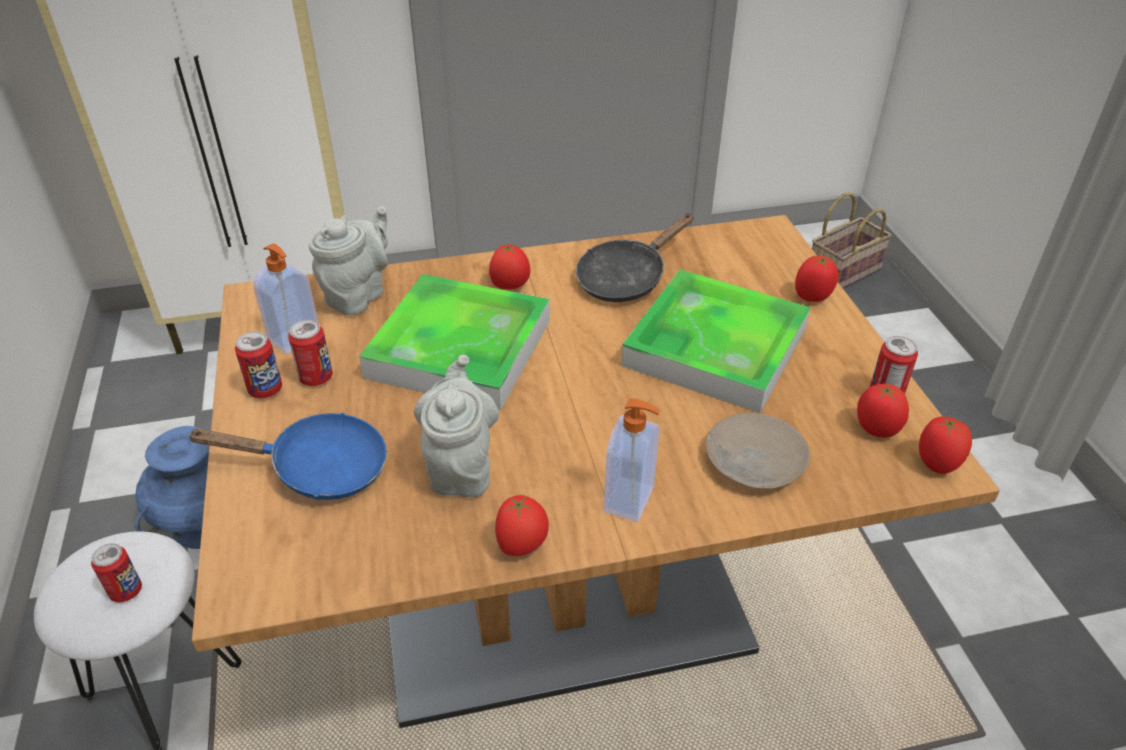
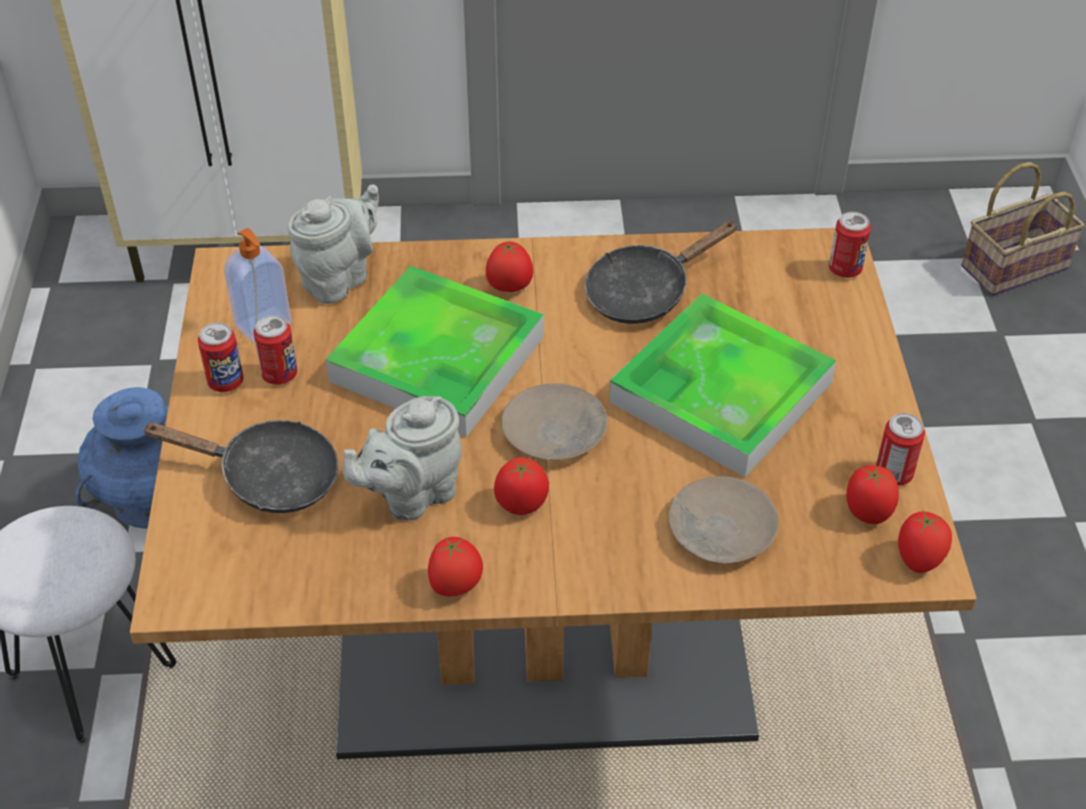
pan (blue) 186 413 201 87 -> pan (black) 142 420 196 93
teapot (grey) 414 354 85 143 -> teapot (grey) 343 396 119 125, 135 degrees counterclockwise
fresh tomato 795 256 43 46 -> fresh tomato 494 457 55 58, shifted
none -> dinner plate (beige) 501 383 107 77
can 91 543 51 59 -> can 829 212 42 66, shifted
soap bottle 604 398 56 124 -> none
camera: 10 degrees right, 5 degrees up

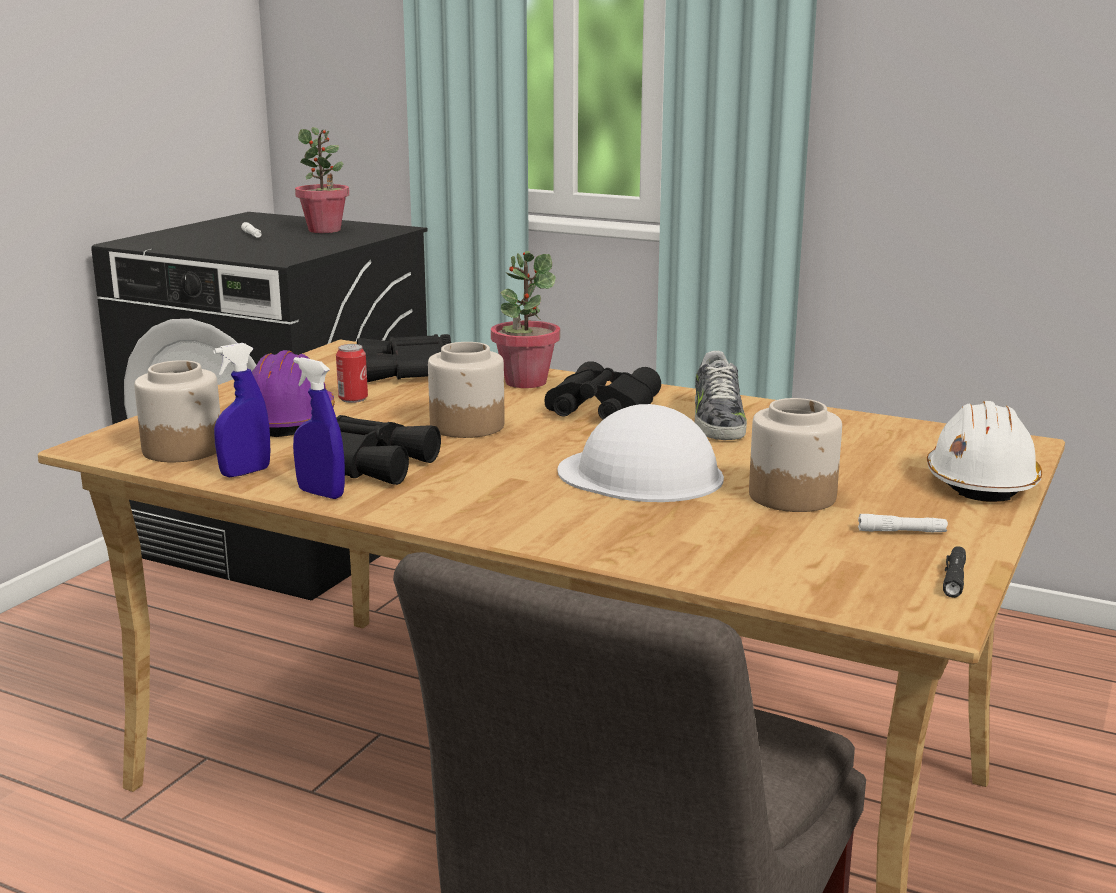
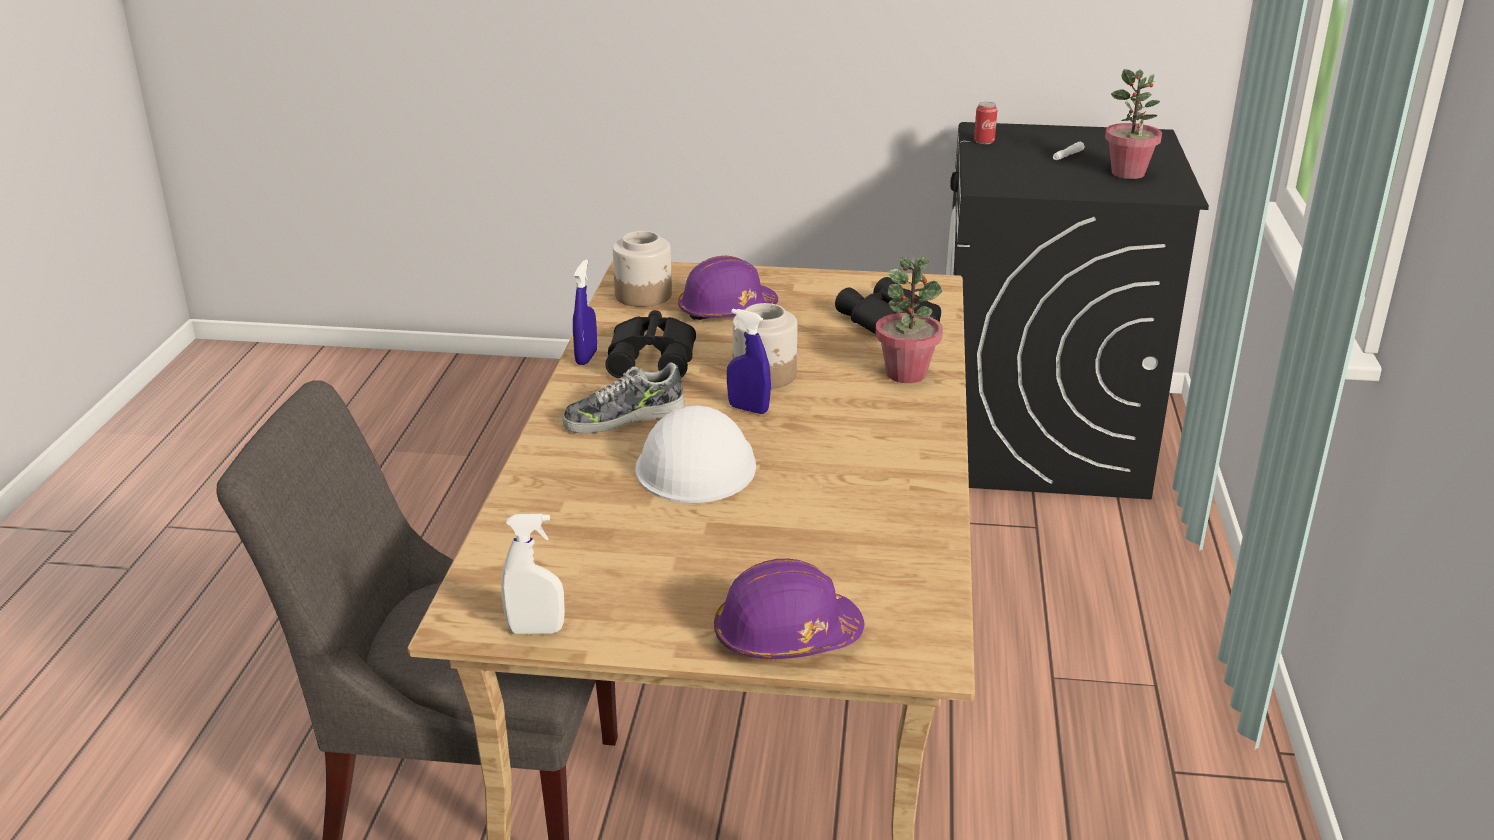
hand torch (black) 943 547 23 51 -> spray bottle (white-coloured) 501 514 64 120
shoe 694 351 53 89 -> shoe 562 362 123 72, shifted
work helmet (white-coloured) 927 401 115 101 -> work helmet (purple) 714 559 150 100
spray bottle (blue) 213 343 57 135 -> spray bottle (blue) 727 309 44 105, shifted
can 336 344 32 59 -> can 974 102 23 42, shifted
binoculars (black) 545 361 116 59 -> none
preserve jar 749 398 93 114 -> none
hand torch (white-coloured) 858 514 90 18 -> none
camera: 70 degrees right, 10 degrees up

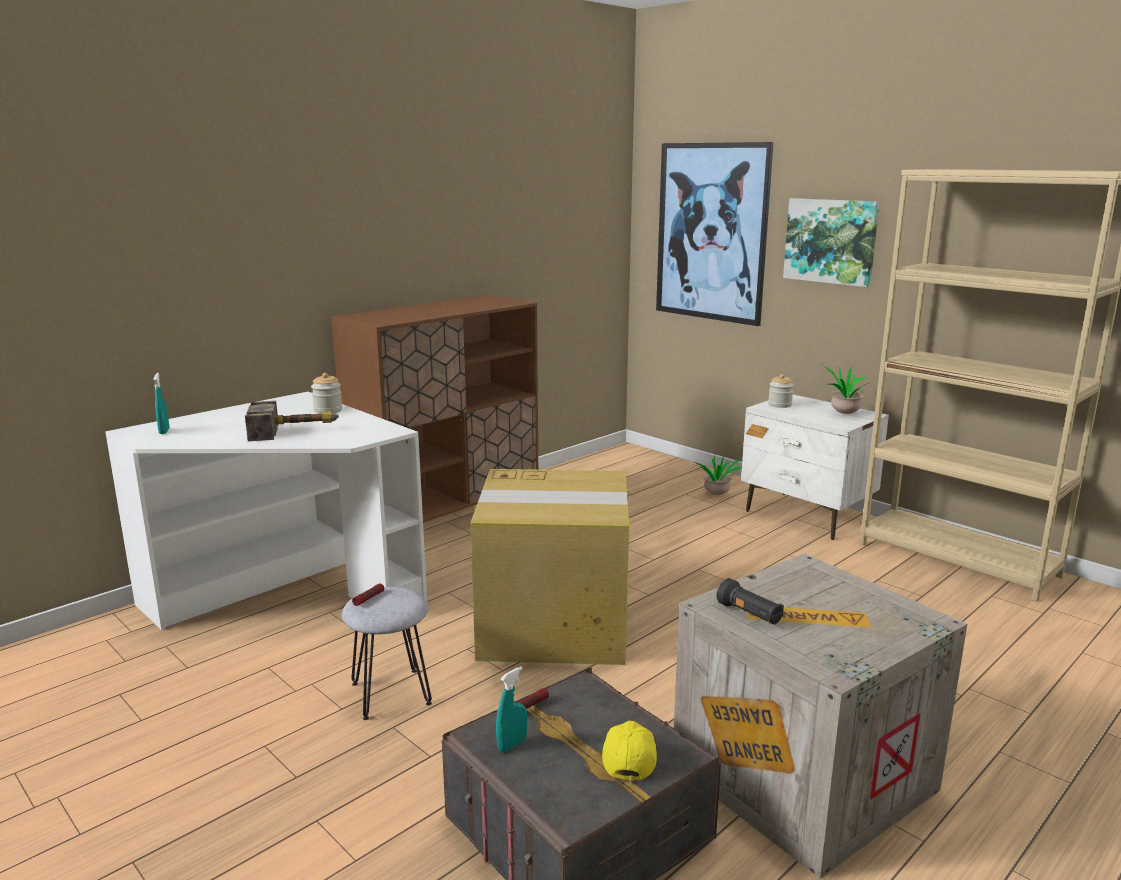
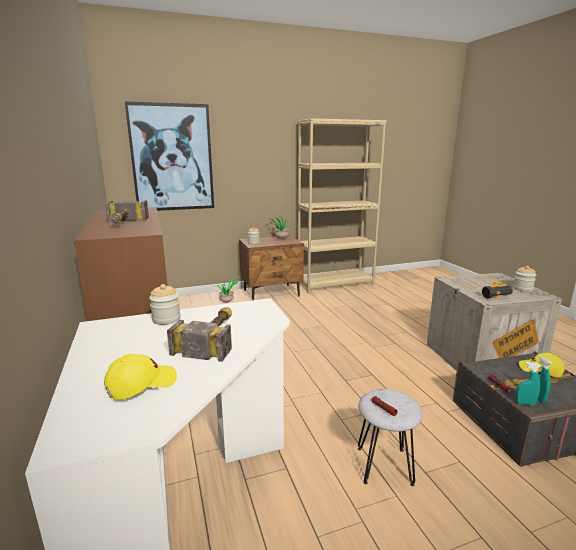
none -> cap (yellow-coloured) 104 354 73 46
none -> tool hammer 105 200 44 24
bedside table (white-coloured) 741 395 148 145 -> bedside table (brown) 239 235 65 65
none -> preserve jar 513 266 23 26
spray bottle (turquoise) 153 373 16 61 -> spray bottle (turquoise) 515 362 26 43, shifted
cardboard box 470 469 159 196 -> none
wall art 783 198 97 89 -> none
camera: 65 degrees left, 0 degrees up

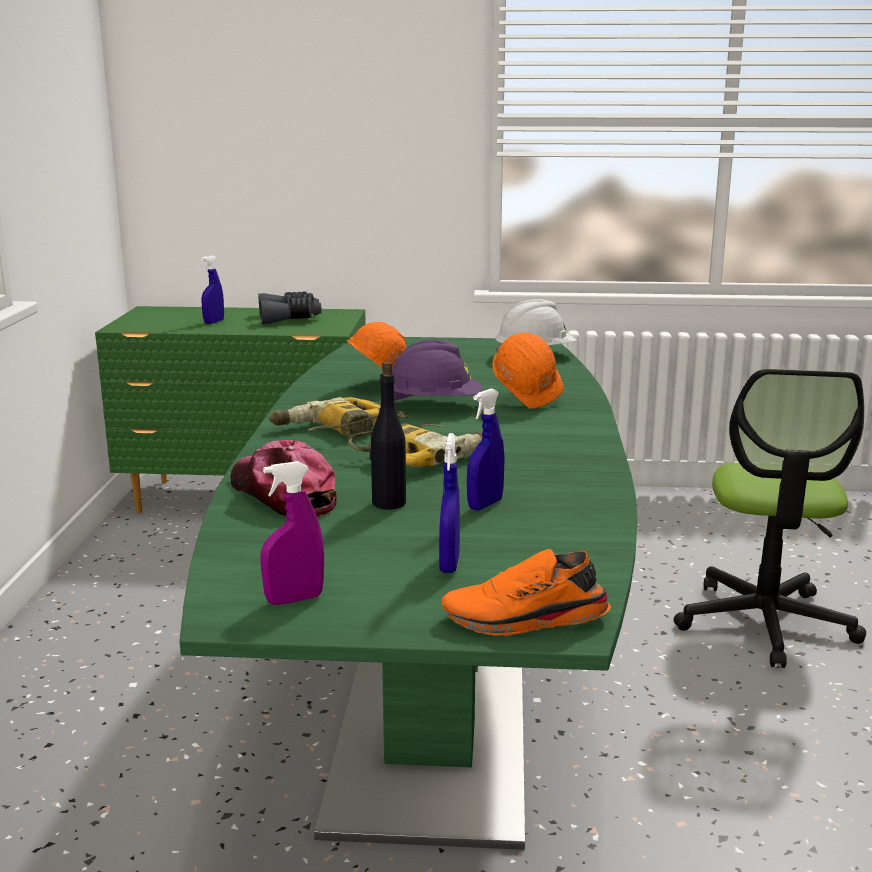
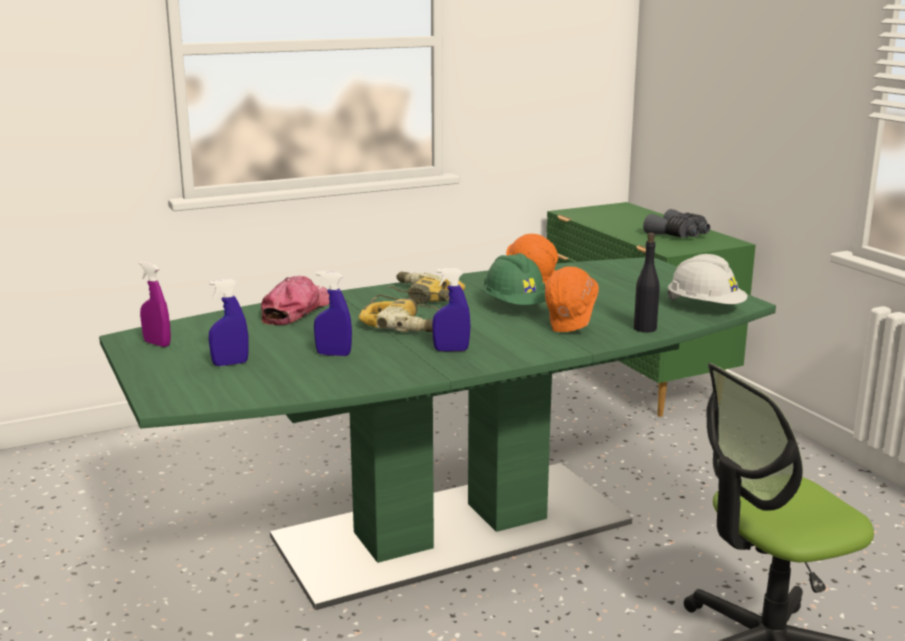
spray bottle (blue) 201 255 23 69 -> spray bottle (blue) 432 268 38 84, shifted
work helmet (purple) 392 340 90 62 -> work helmet (green-coloured) 483 253 63 52
drink bottle (black) 370 362 36 148 -> drink bottle (black) 634 233 26 100, shifted
shoe (orangey) 441 549 170 87 -> none
camera: 60 degrees right, 0 degrees up

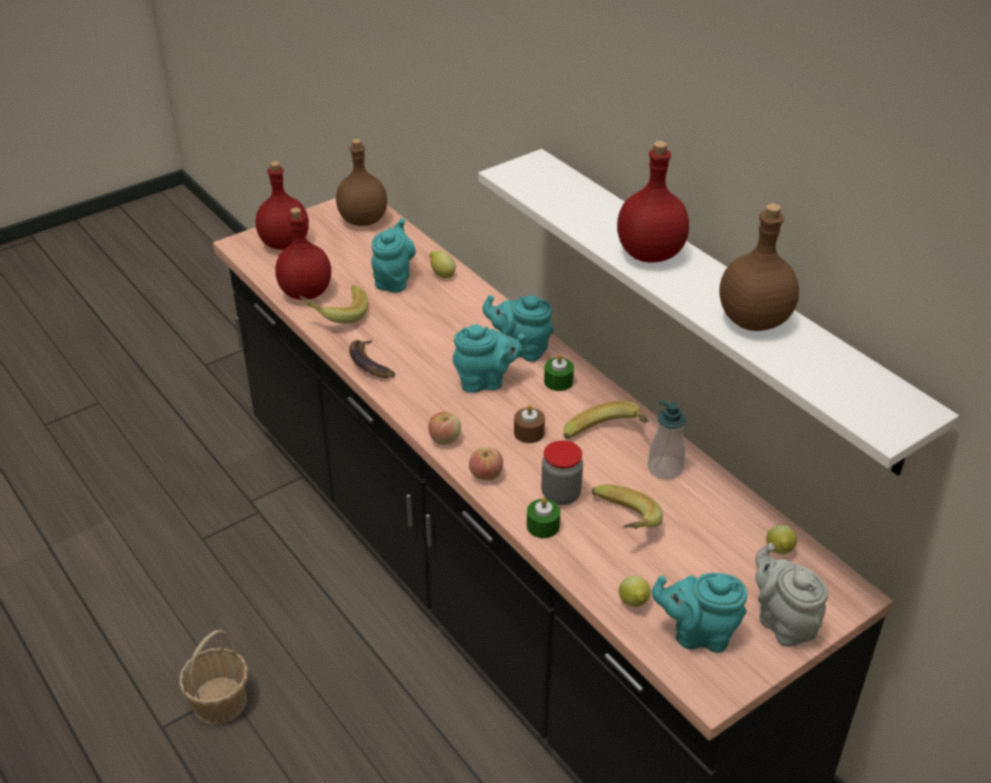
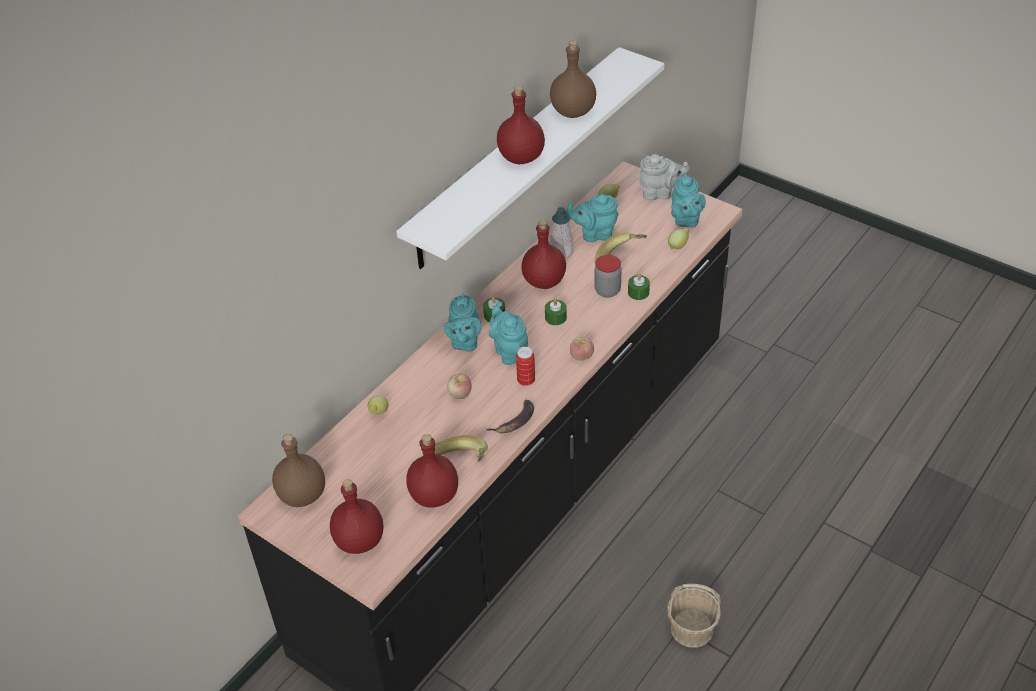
whole apple 469 447 34 33 -> whole apple 447 373 25 26, shifted
none -> can 516 347 19 39
banana fruit 564 401 85 38 -> drink bottle (red) 521 220 45 69
wax candle (brown) 514 405 31 38 -> wax candle (green-coloured) 545 298 22 27
teapot (turquoise) 371 218 45 75 -> teapot (turquoise) 566 194 52 48, shifted
teapot (grey) 755 543 73 104 -> teapot (grey) 638 154 52 47, 135 degrees counterclockwise
camera: 105 degrees left, 5 degrees up

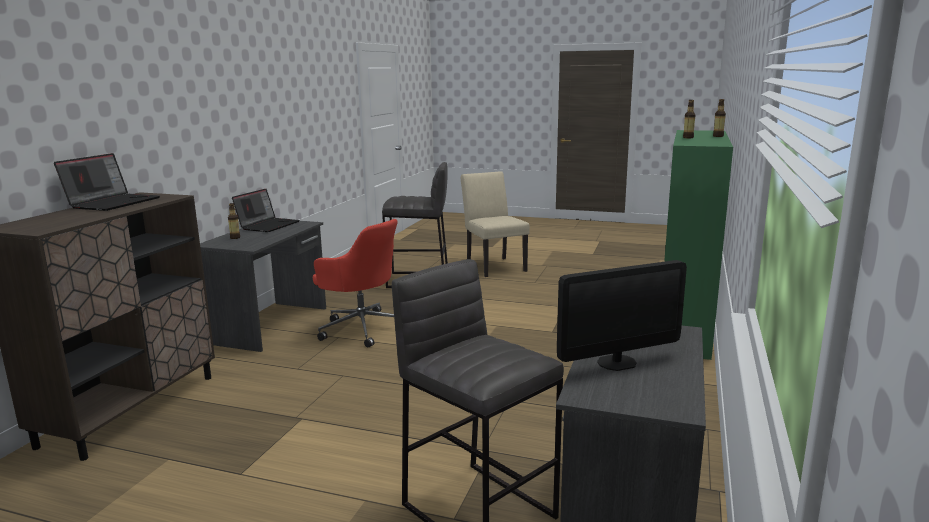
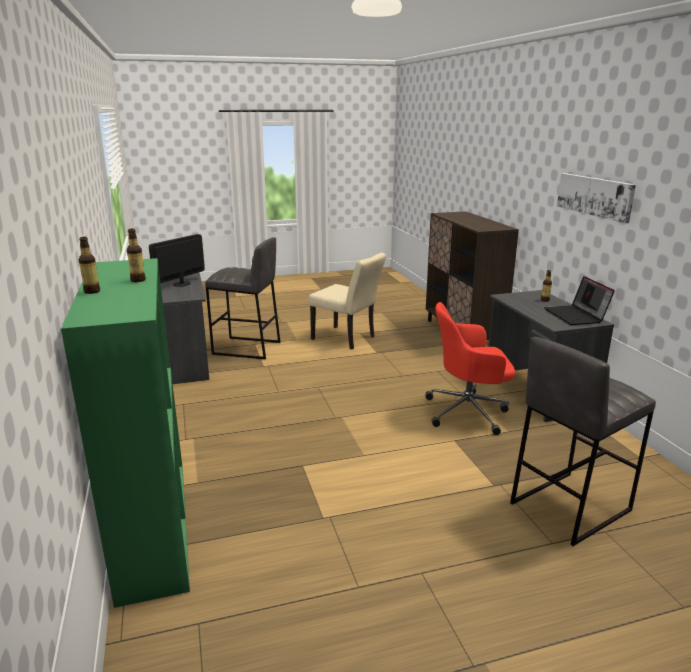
chair (beige) 461 171 69 106 -> chair (beige) 309 253 77 96, shifted
none -> wall art 557 173 79 50
laptop 54 153 106 58 -> none
camera: 145 degrees right, 5 degrees up

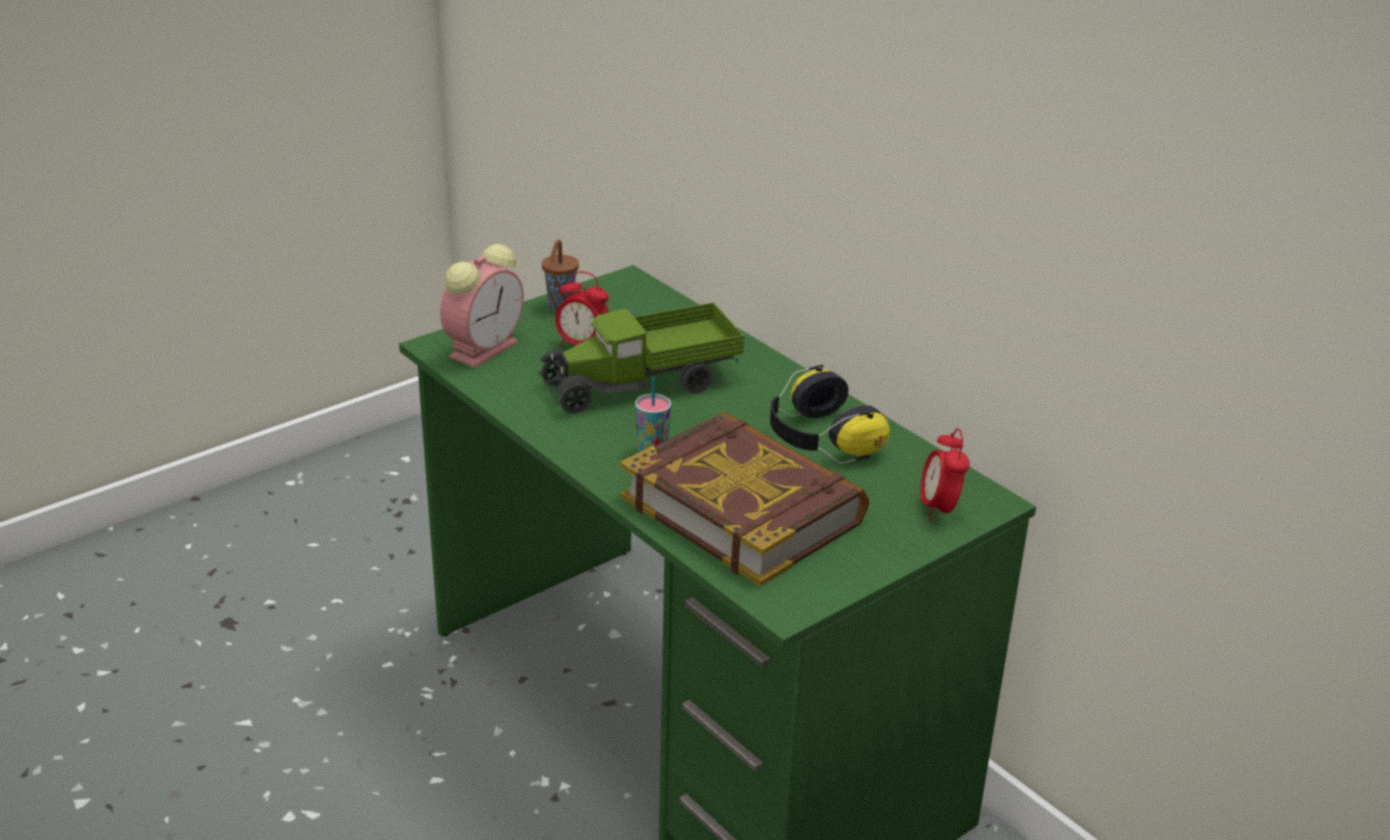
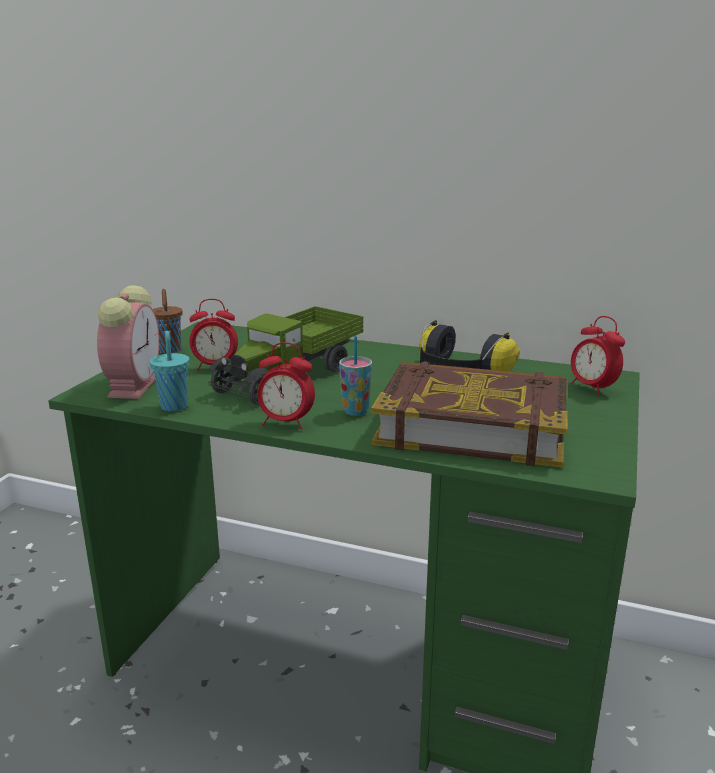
none -> drinking cup (turquoise) 150 331 40 80
none -> alarm clock 257 342 58 87
camera: 30 degrees left, 10 degrees down

